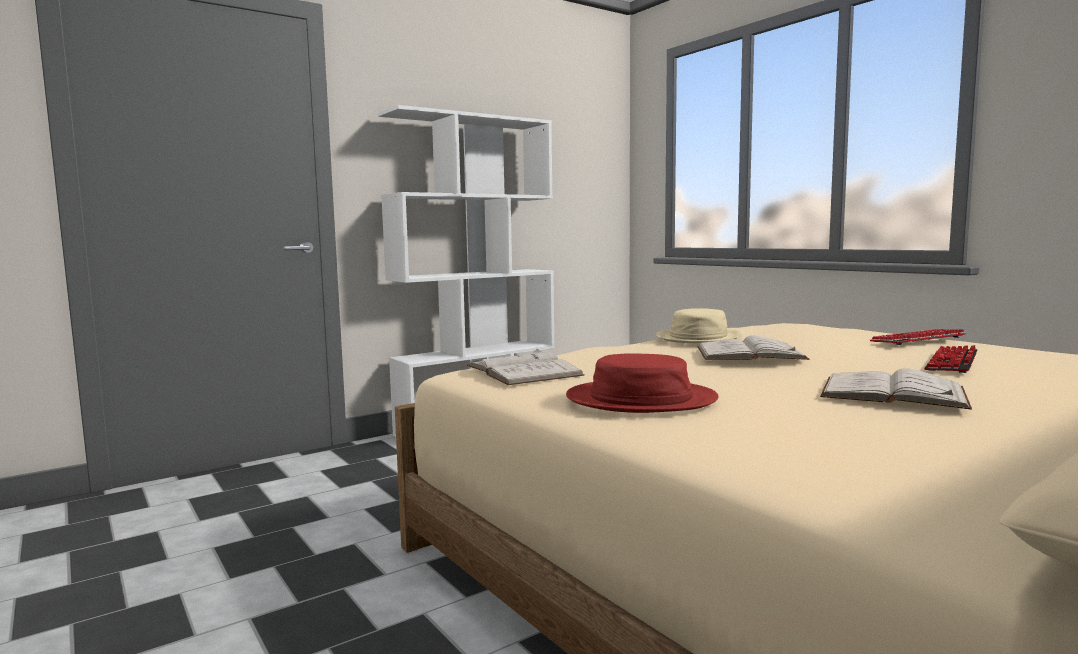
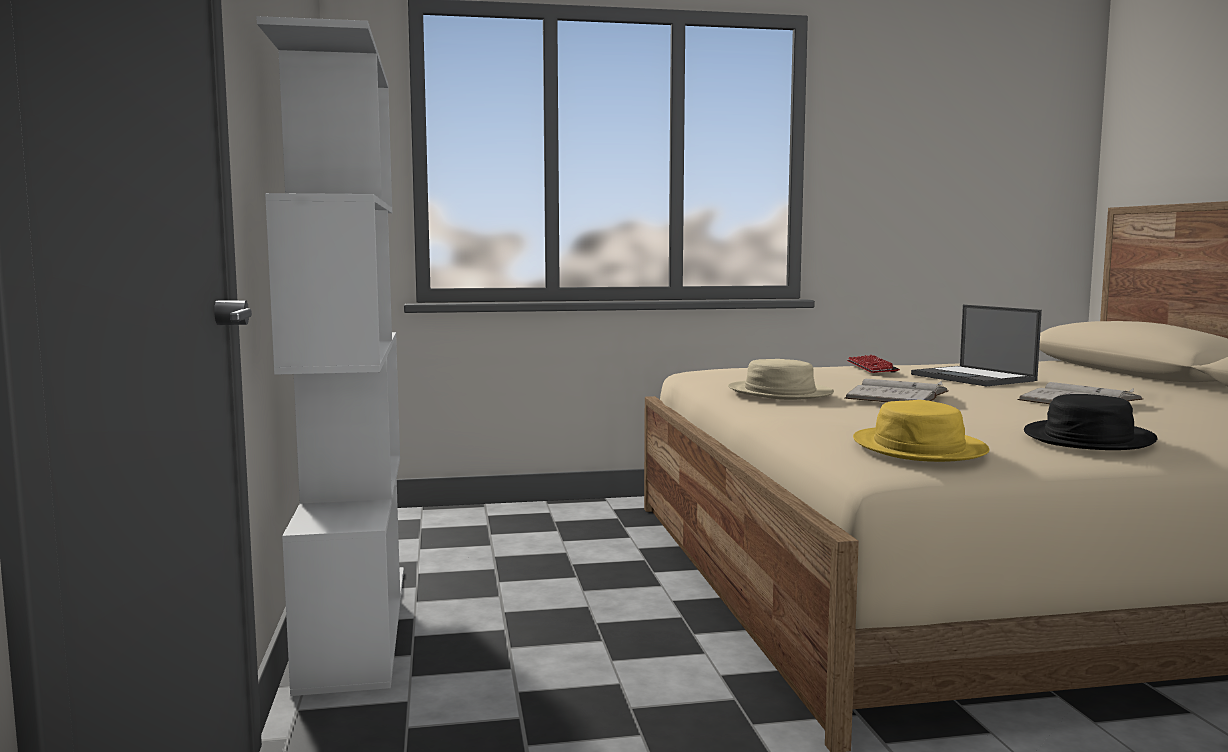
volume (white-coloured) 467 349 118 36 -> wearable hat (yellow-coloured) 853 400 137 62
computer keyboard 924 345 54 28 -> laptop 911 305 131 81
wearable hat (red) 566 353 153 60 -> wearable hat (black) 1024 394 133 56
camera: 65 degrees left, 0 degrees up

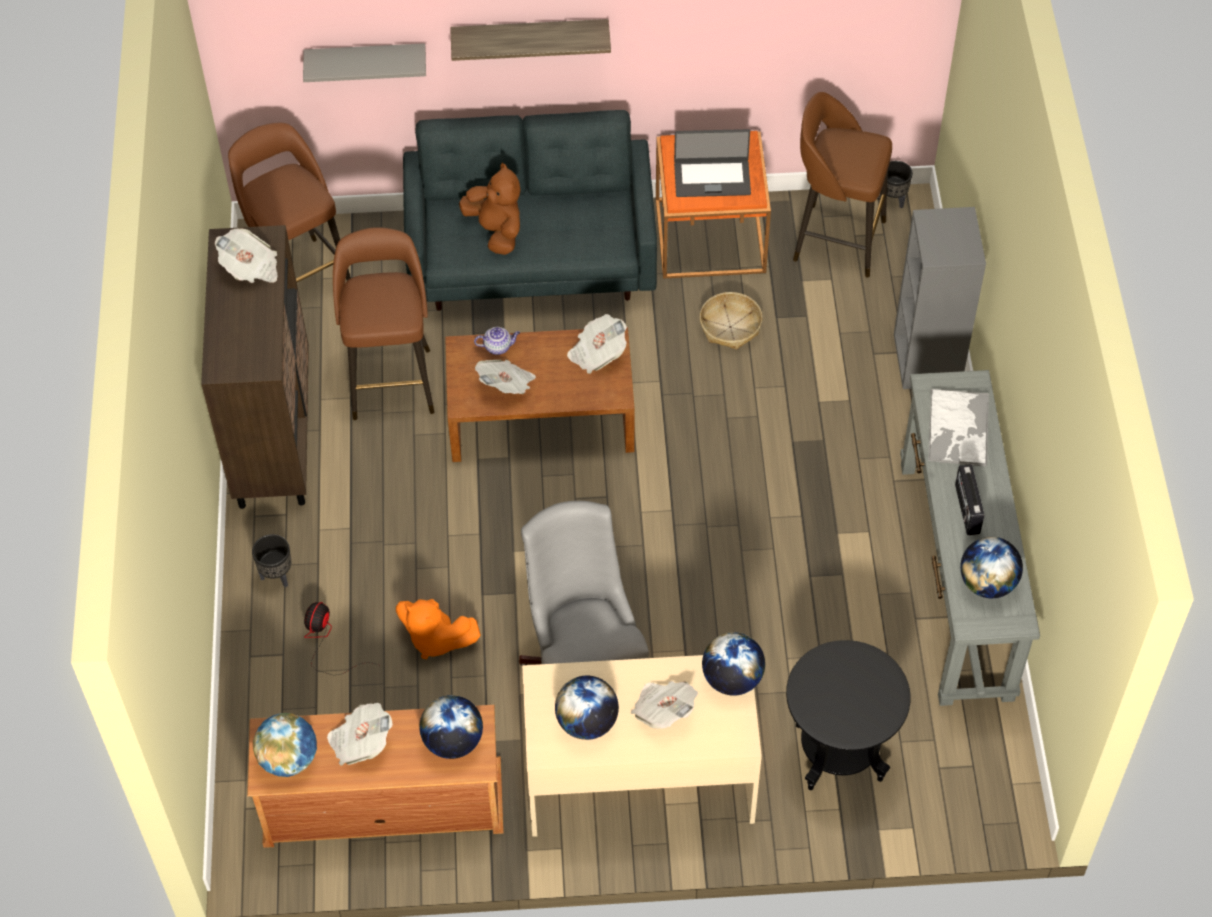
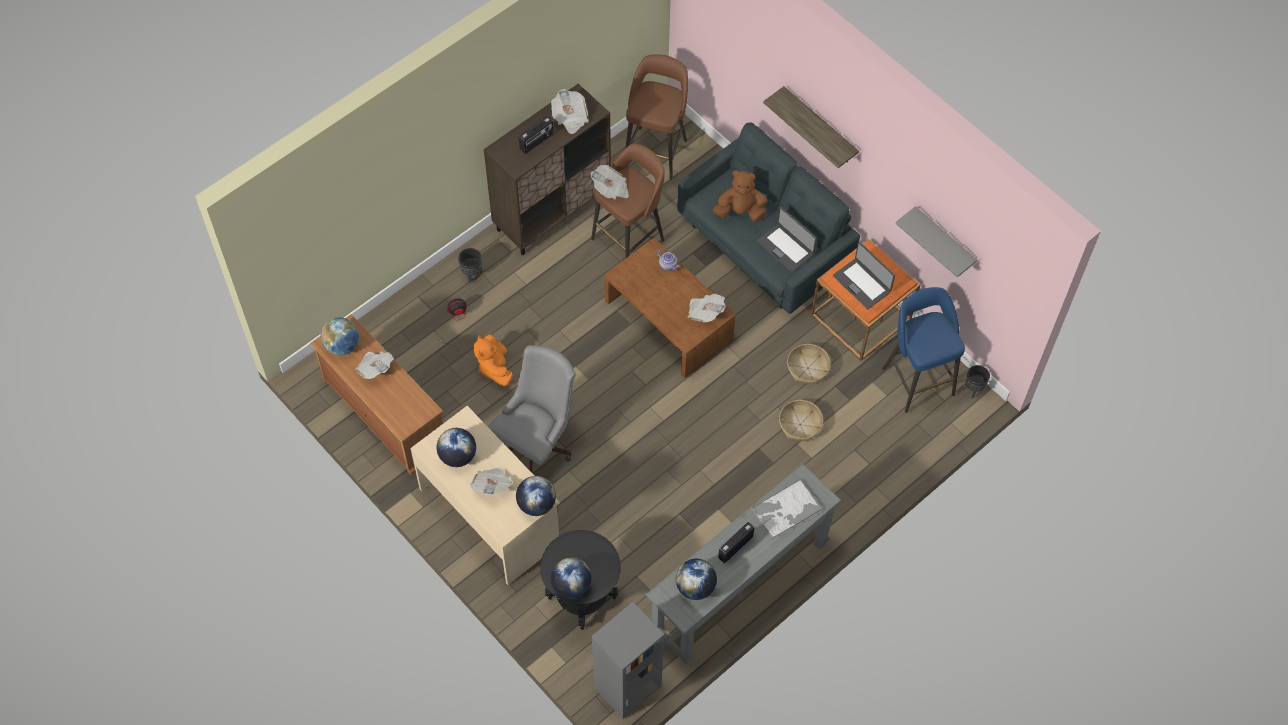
none -> radio set 519 116 35 38
desk globe 419 695 64 64 -> desk globe 551 557 40 41, shifted
printed paper 475 360 61 34 -> printed paper 591 165 38 34, shifted
bookshelf (grey) 894 207 92 182 -> bookshelf (grey) 592 602 72 117, shifted
cuddly toy (brown) 459 163 62 92 -> cuddly toy (brown) 713 170 55 52, 105 degrees counterclockwise
none -> laptop 757 207 60 65
none -> household basket 779 400 44 42
sitting stool (brown) 793 92 99 186 -> sitting stool (blue) 882 287 83 126
bracket shelf (grey) 303 43 123 39 -> bracket shelf (grey) 896 206 81 71, shifted
camera: 50 degrees right, 5 degrees up

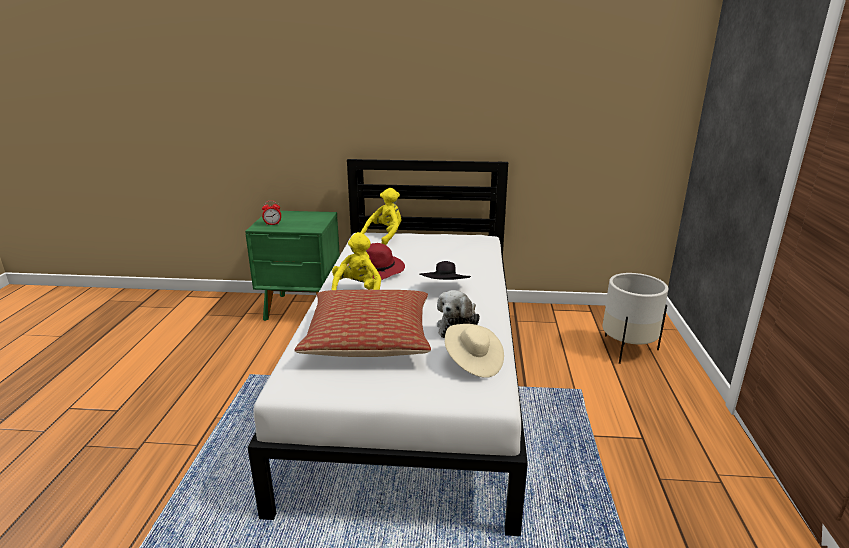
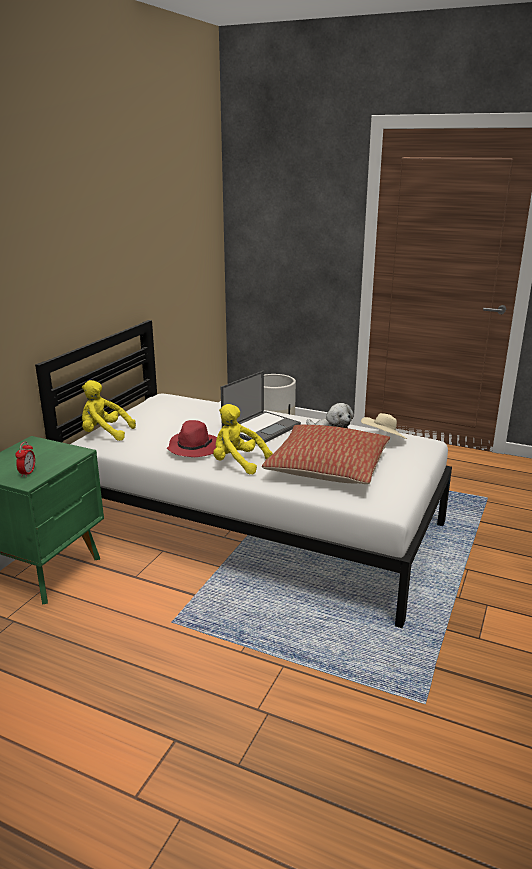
cuddly toy (yellow-coloured) 361 188 40 57 -> cuddly toy (yellow-coloured) 82 380 54 61, 45 degrees counterclockwise
wearable hat (black) 419 261 52 19 -> laptop 221 371 80 73
camera: 70 degrees left, 0 degrees up

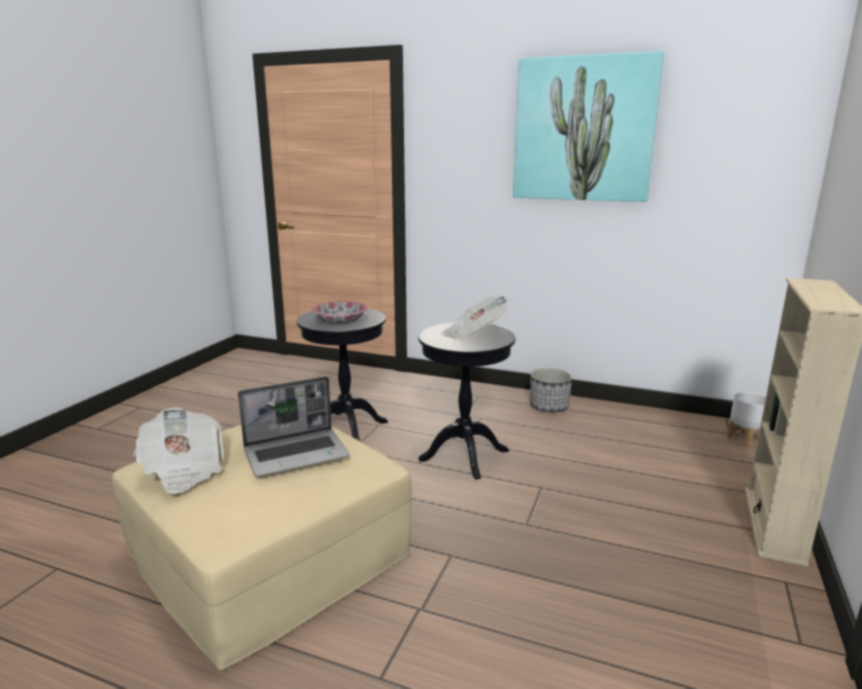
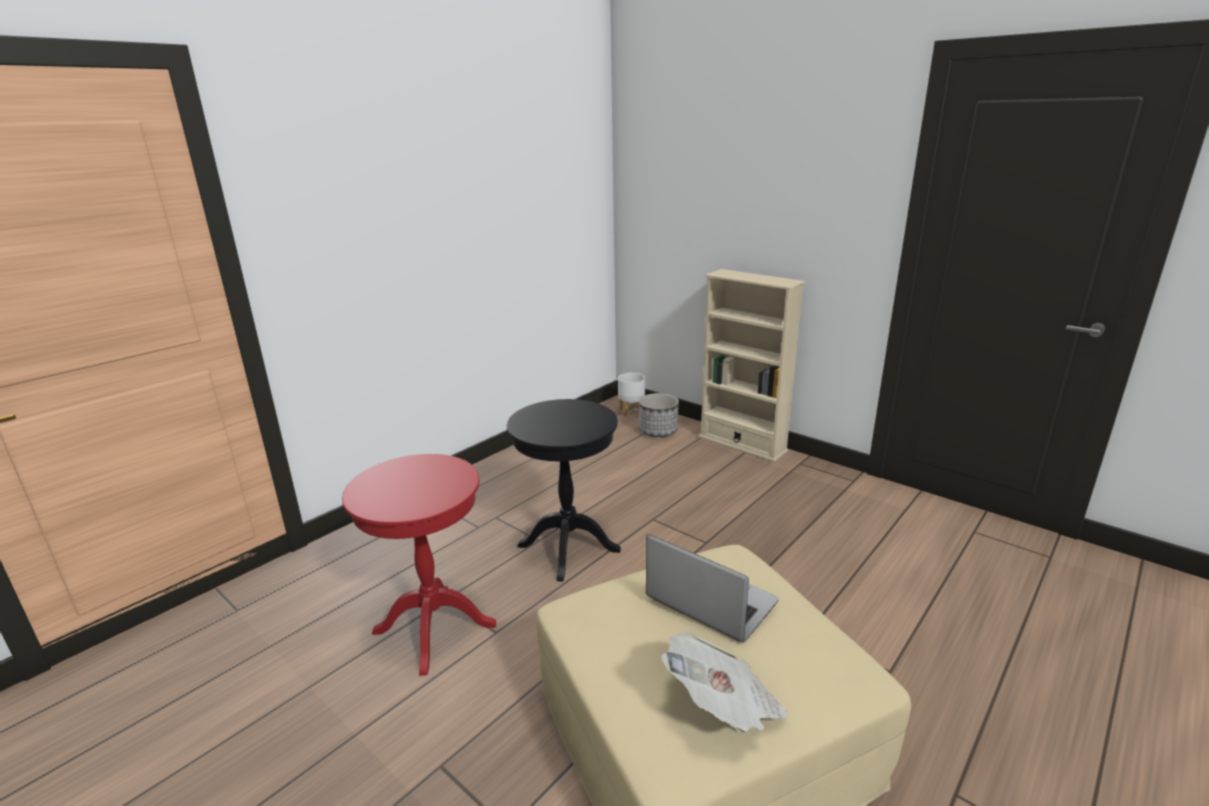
accent table (black) 297 309 91 133 -> accent table (red) 342 454 154 222
planter 530 368 42 44 -> planter 639 393 40 44, shifted
laptop 238 376 112 101 -> laptop 646 534 133 109, 45 degrees counterclockwise
bowl 312 301 56 23 -> none
printed paper 441 296 68 44 -> none
wall art 513 51 151 151 -> none
camera: 70 degrees left, 5 degrees up

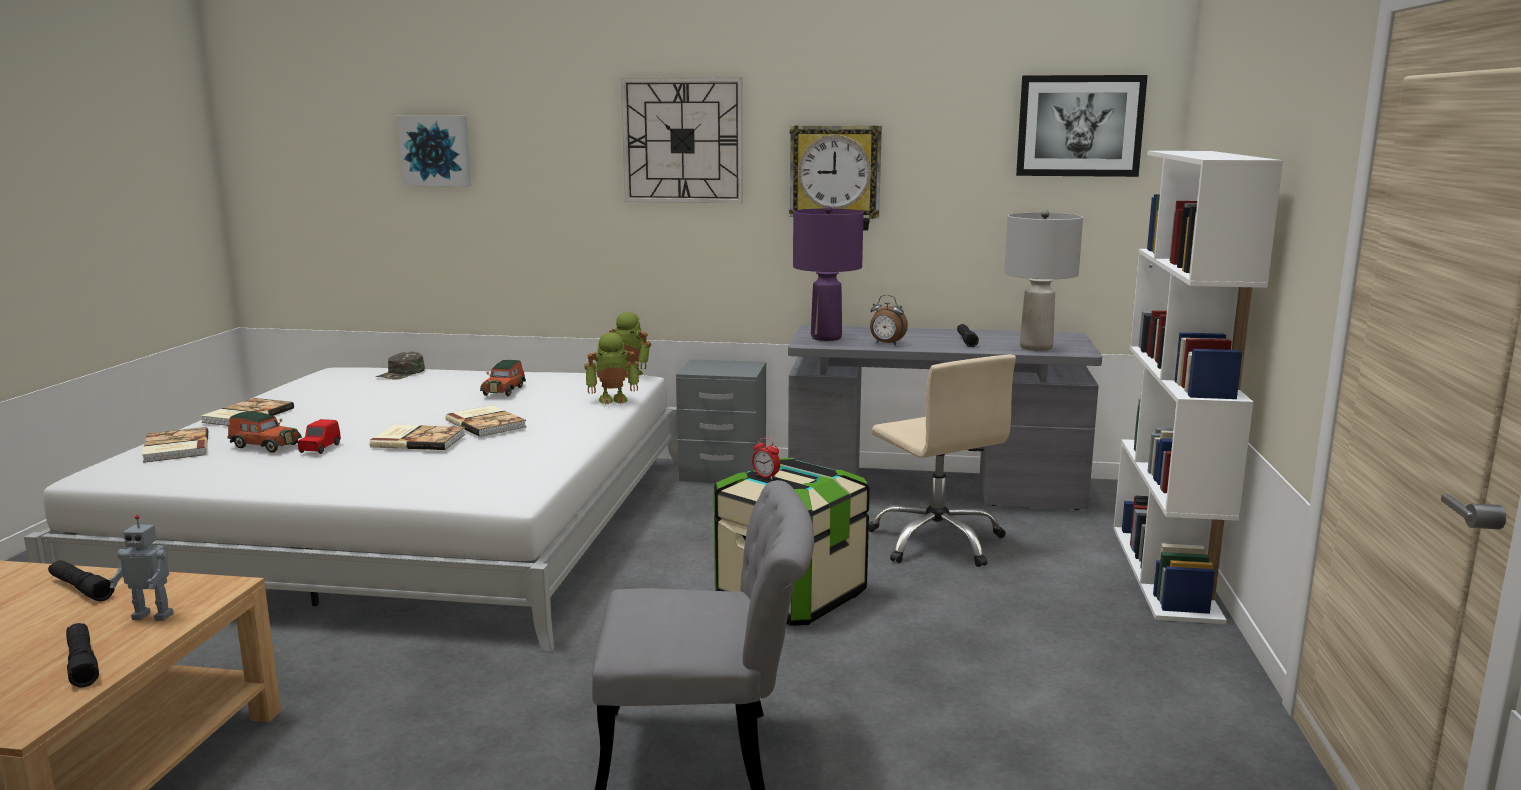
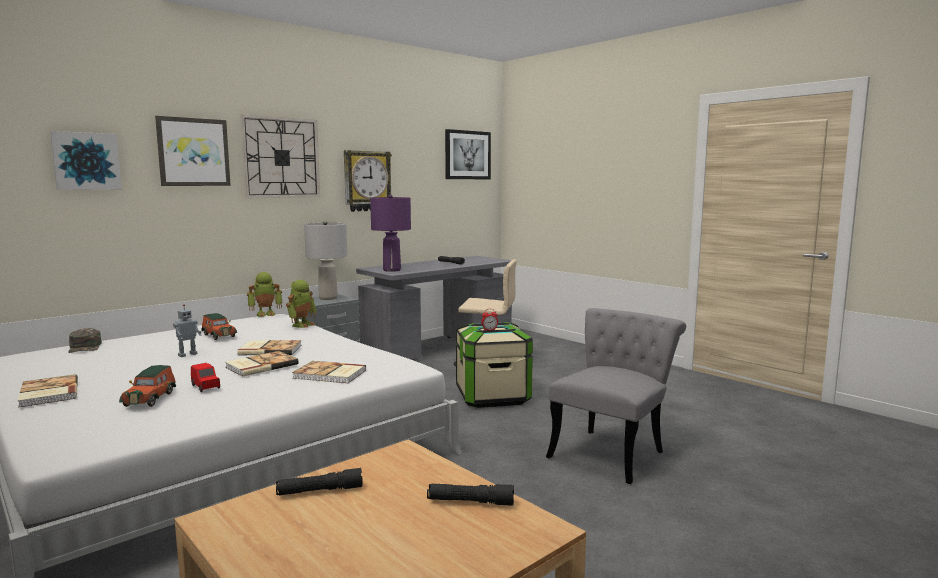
model car 228 411 74 42 -> model car 119 365 57 42, 120 degrees clockwise
none -> wall art 155 116 76 70
model robot 109 515 64 106 -> model robot 173 304 29 53, shifted
volume 142 427 66 36 -> volume 292 361 74 22, shifted
lamp for a table (grey) 1004 210 79 141 -> lamp for a table (grey) 304 221 43 79, shifted
alarm clock 870 295 38 50 -> none
bookshelf (white-coloured) 1113 151 170 473 -> none
camera: 50 degrees left, 5 degrees down

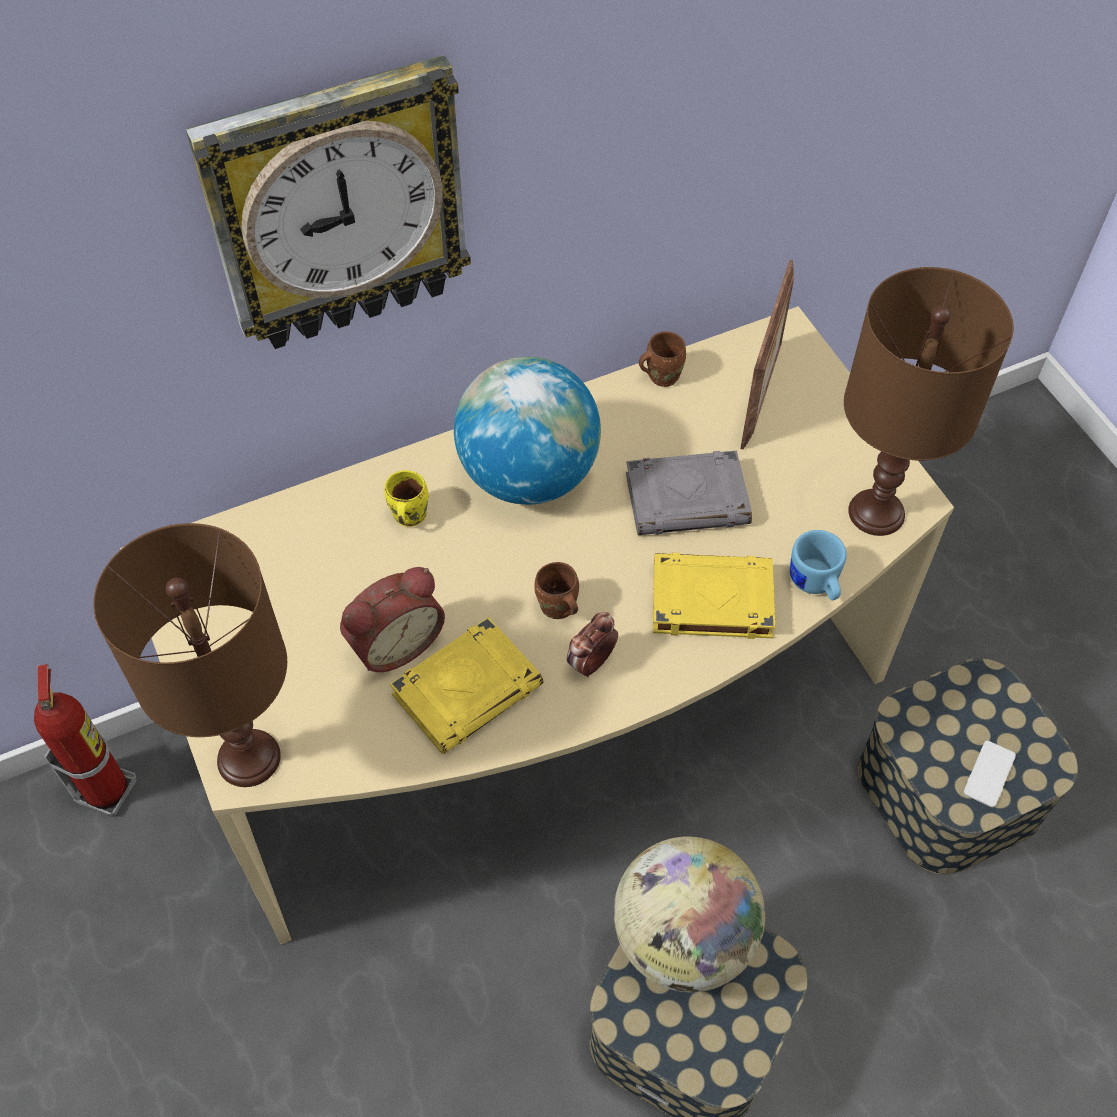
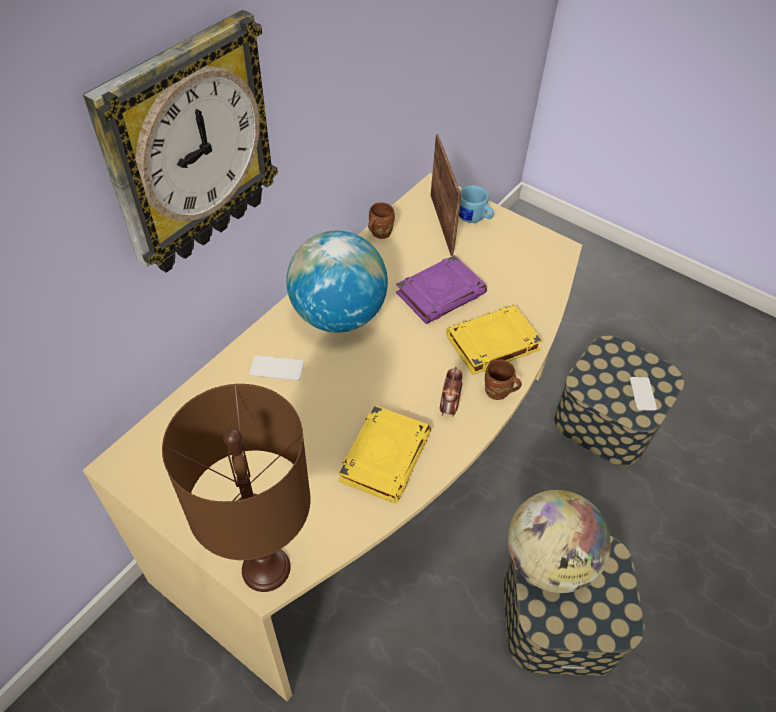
coffee mug (yellow-coloured) 385 470 43 57 -> phone 249 355 55 26
volume (grey) 626 450 126 85 -> volume (purple) 396 255 91 69
coffee mug (blue) 790 530 56 71 -> coffee mug (blue) 459 185 35 38, shifted
coffee mug (brown) 535 562 44 57 -> coffee mug (brown) 485 359 37 41, shifted
fire-fighting cylinder 34 664 103 153 -> none
alarm clock 340 567 105 105 -> none
lamp for a table (brown) 844 267 170 269 -> none
camera: 30 degrees left, 5 degrees down

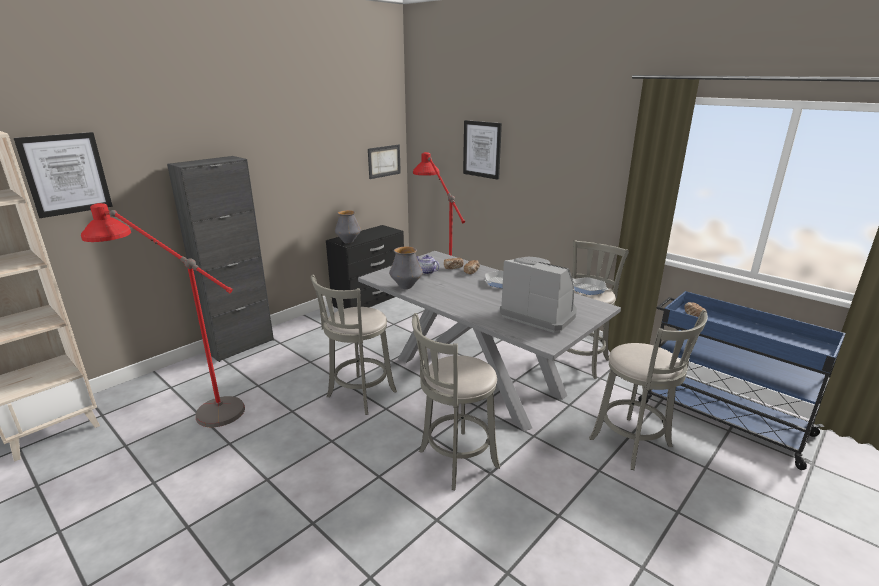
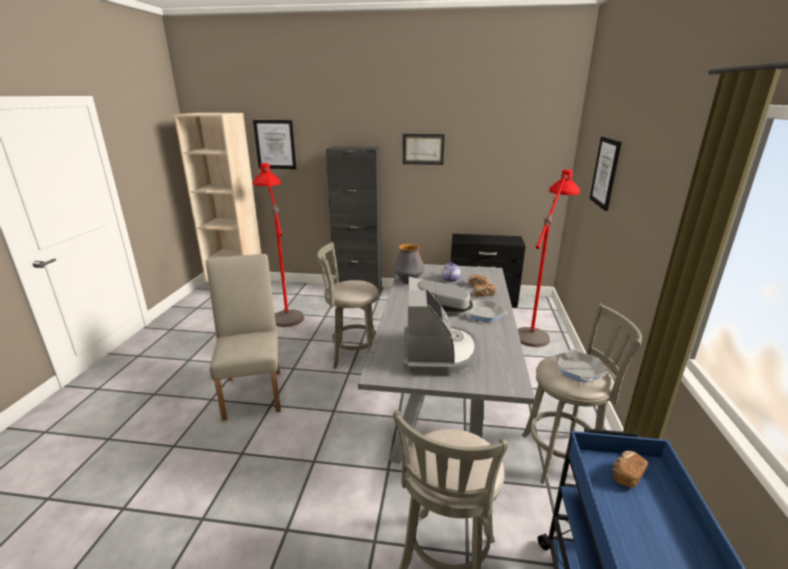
none -> chair (beige) 206 254 75 167
wall art 368 145 33 34 -> wall art 403 134 42 31, shifted
flower vase 335 210 26 34 -> none
sitting stool (grey) 412 313 88 177 -> none
camera: 55 degrees right, 0 degrees up

